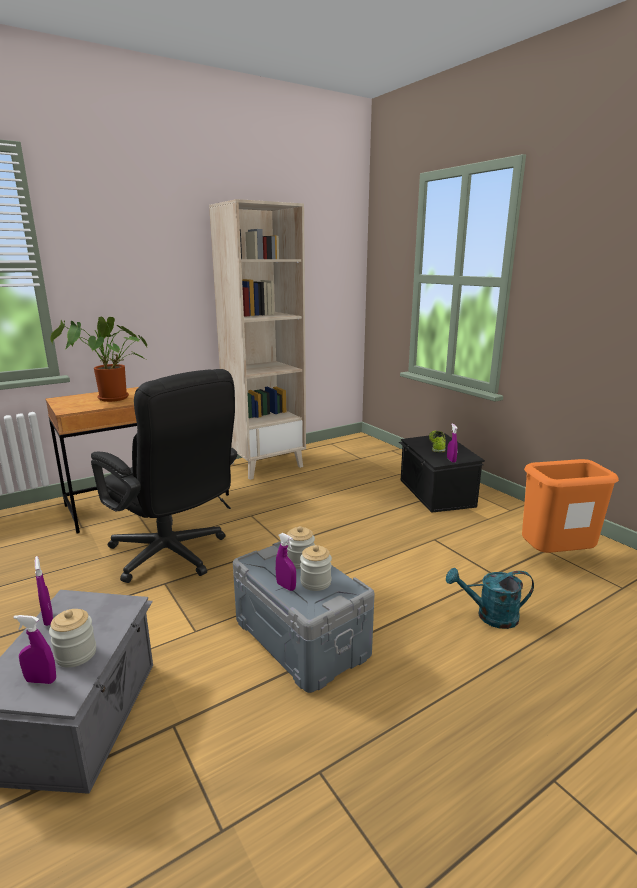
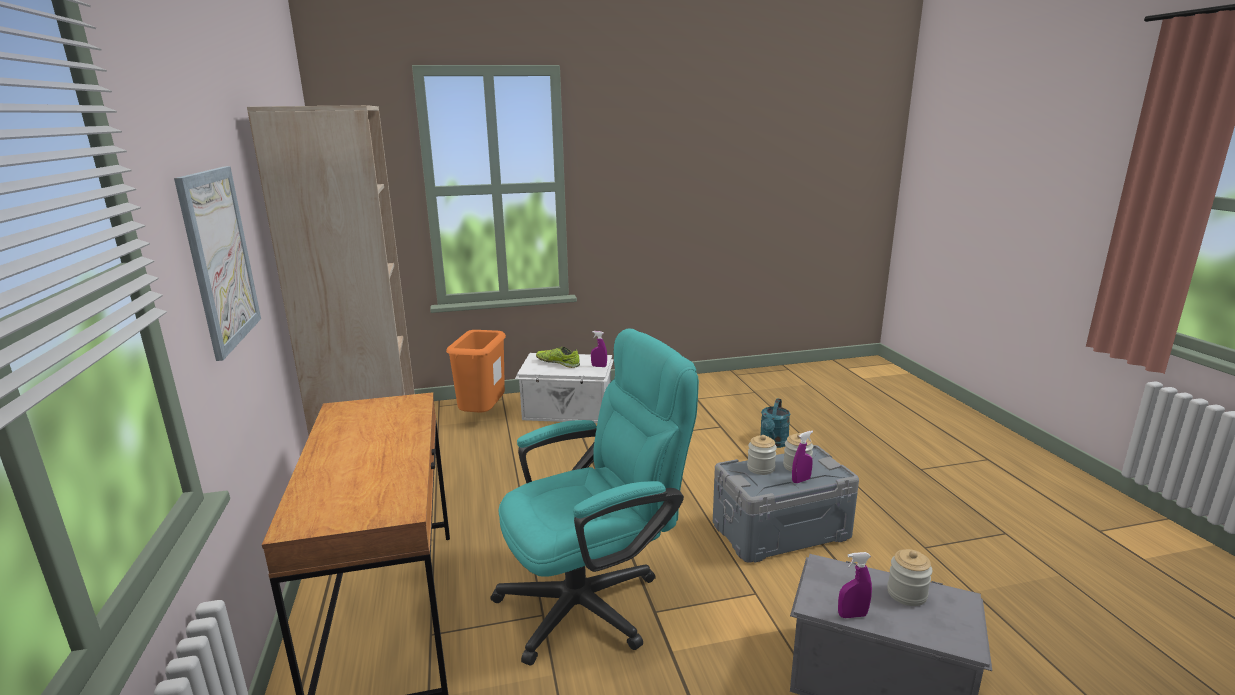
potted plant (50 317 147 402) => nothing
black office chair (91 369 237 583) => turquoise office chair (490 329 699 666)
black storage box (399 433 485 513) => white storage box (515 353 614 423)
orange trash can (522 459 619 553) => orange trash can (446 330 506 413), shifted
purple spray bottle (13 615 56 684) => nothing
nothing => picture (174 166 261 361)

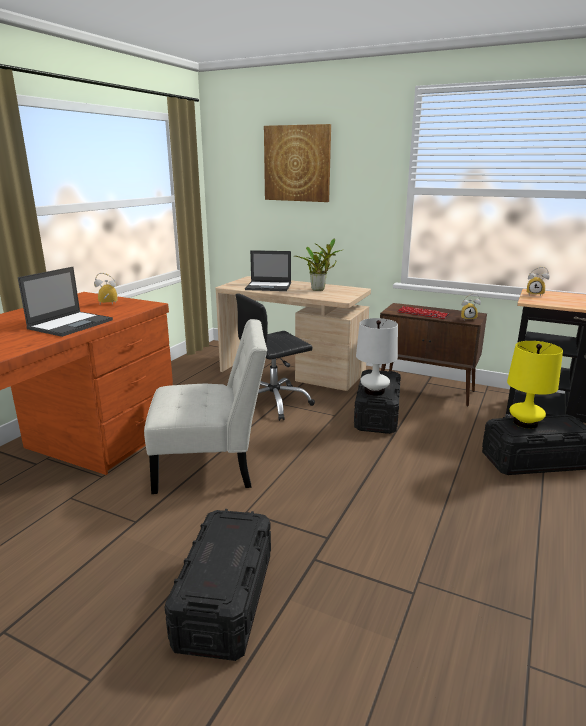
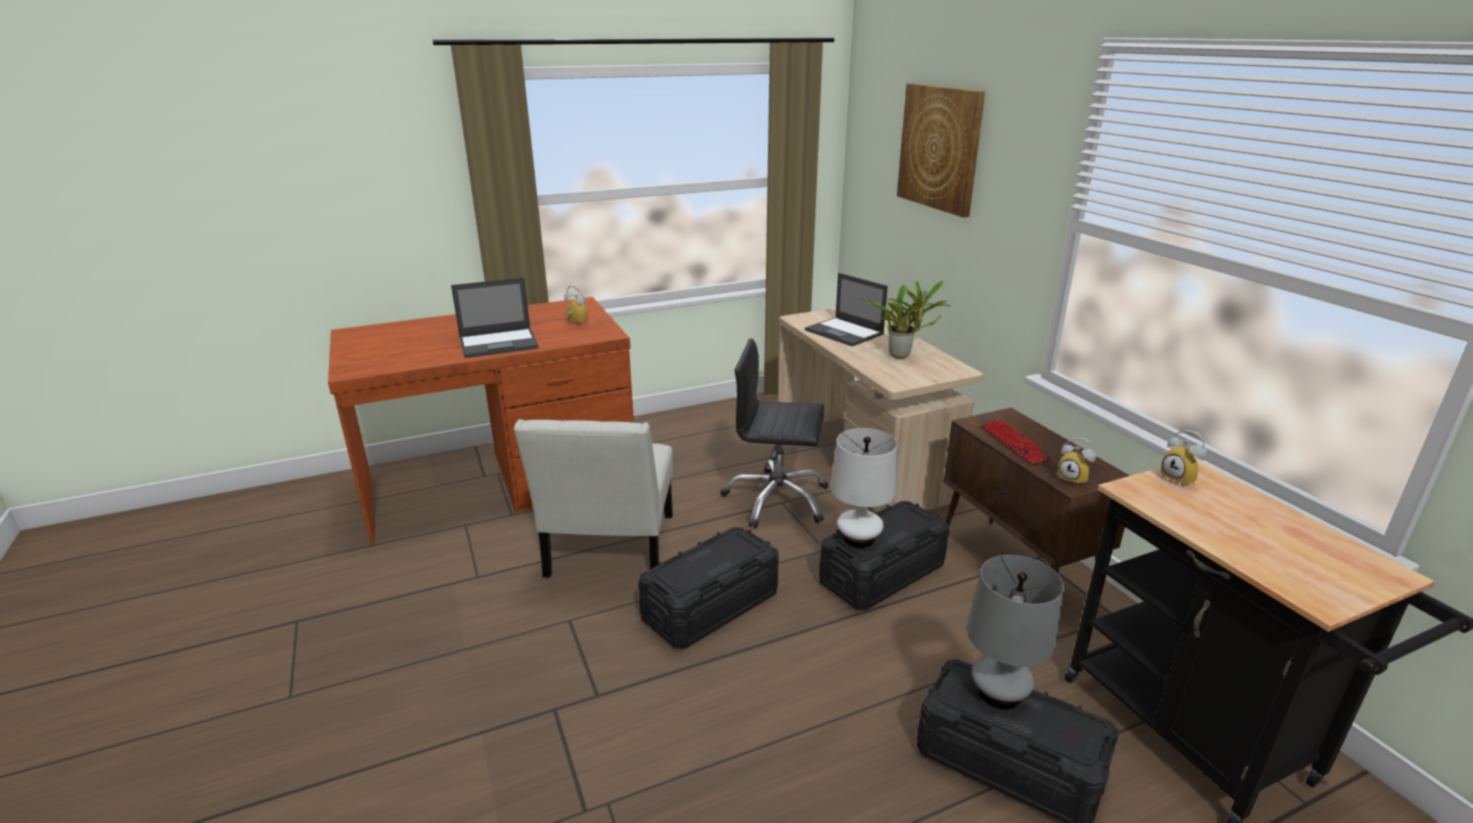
white chair (144 319 267 494) => white chair (514 419 673 578), 60 degrees clockwise
yellow table lamp (507 341 563 429) => grey table lamp (967 555 1064 710)
black storage box (165 509 271 661) => black storage box (638 527 779 649), shifted

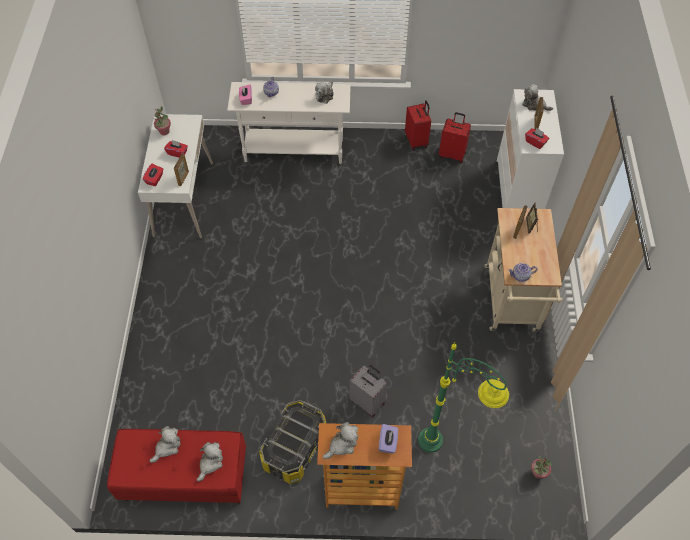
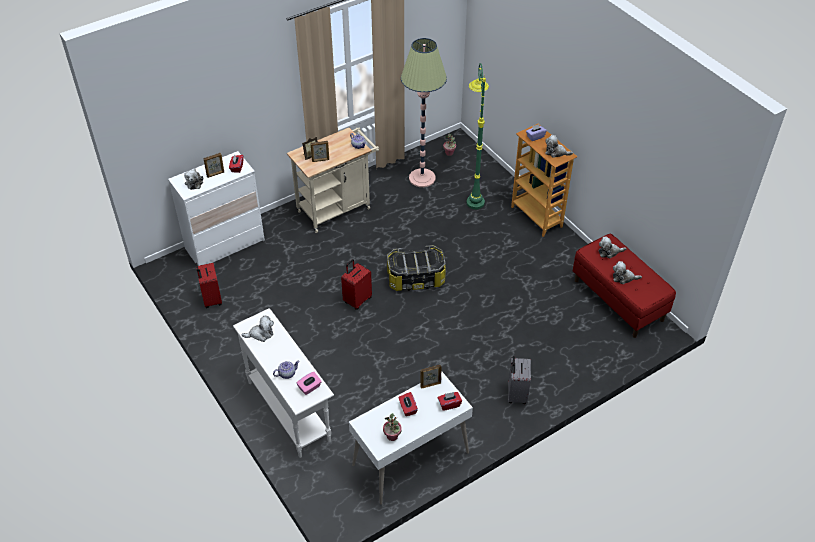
red suitcase (405 100 431 151) => red suitcase (341 259 372 310), shifted
grey suitcase (349 365 387 417) => grey suitcase (508 356 531 404), shifted
storage box (259 400 326 484) => storage box (387 245 446 291), shifted
nothing => floor lamp (401 38 447 187)

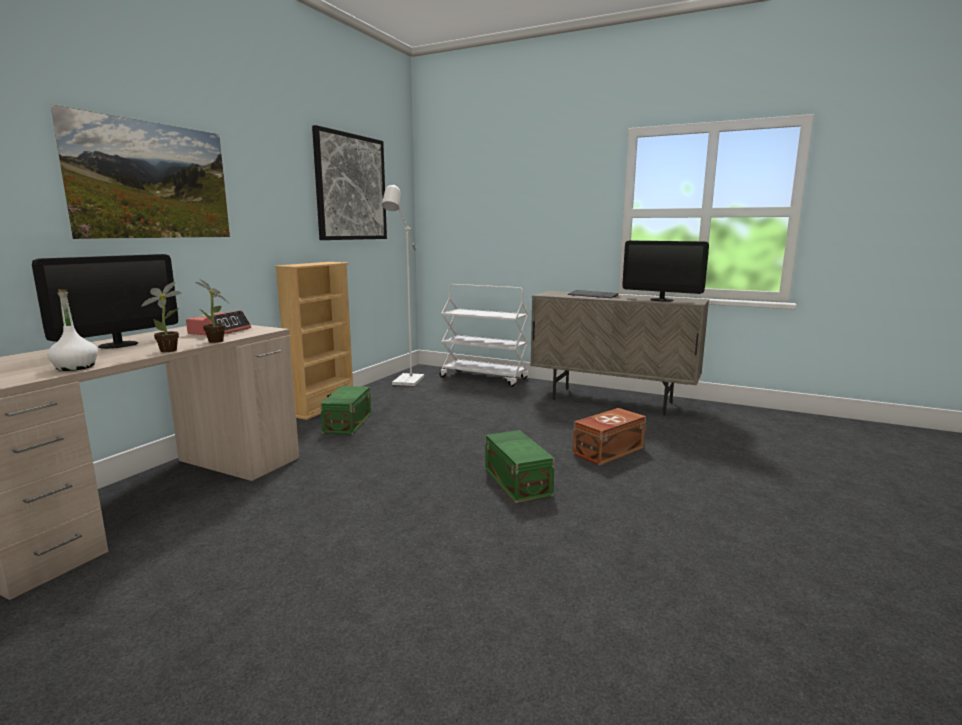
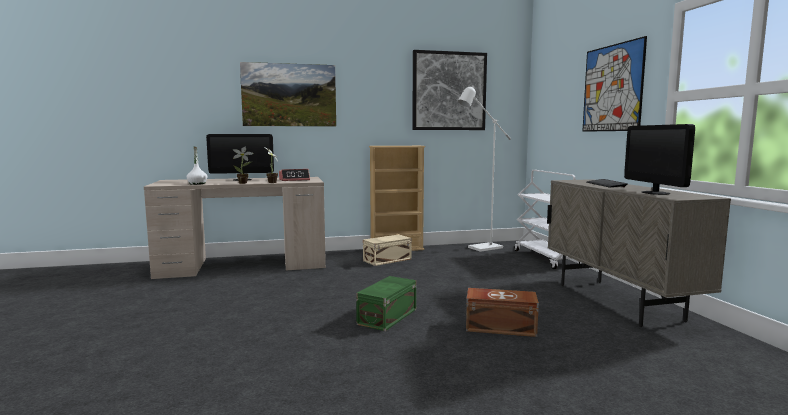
green storage box (320 386 371 435) => beige storage box (363 234 412 266)
nothing => picture (582 36 647 132)

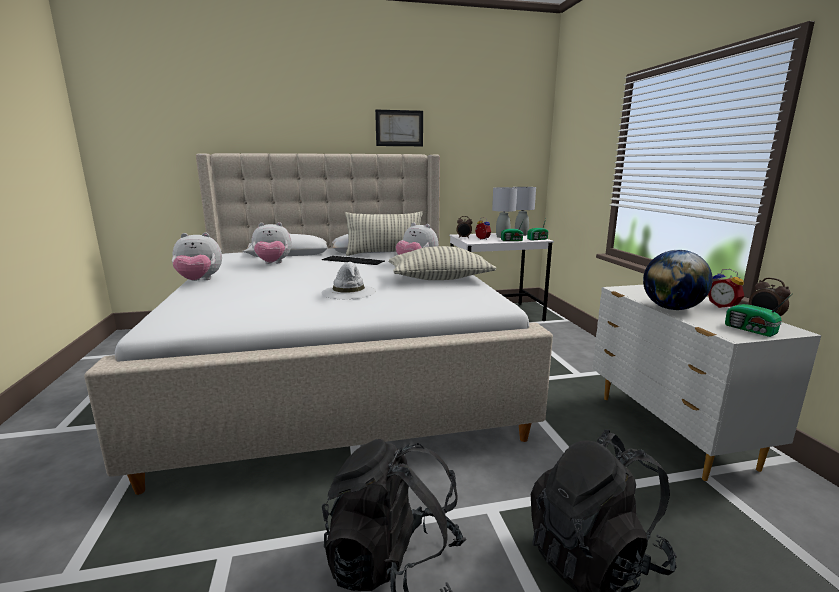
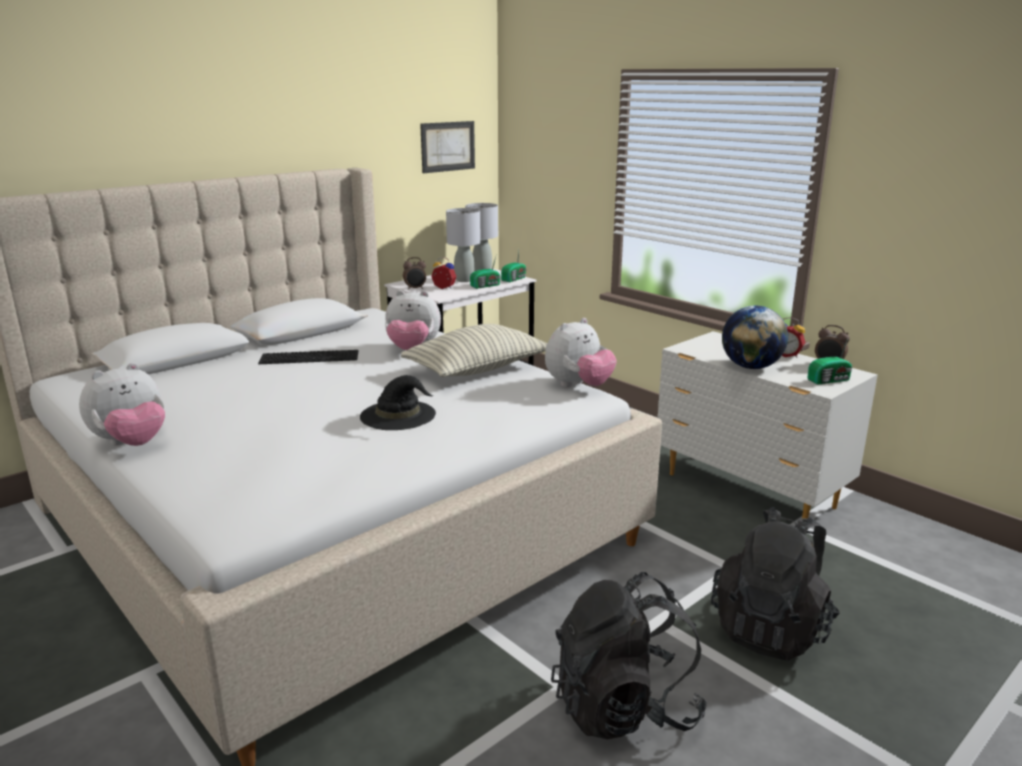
picture (375 110 423 146) => picture (420 121 475 173), shifted
pillow (345 212 422 256) => nothing
plush toy (252 222 292 264) => plush toy (545 318 617 387), shifted
white hat (321 262 376 299) => black hat (360 375 436 430)
radio (725 294 792 337) => radio (808 339 852 385), 45 degrees counterclockwise

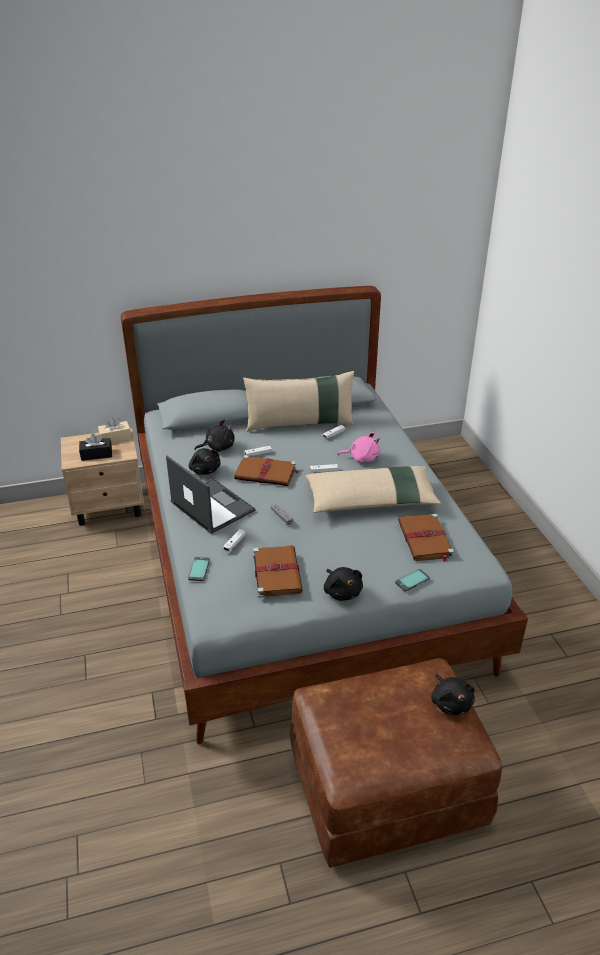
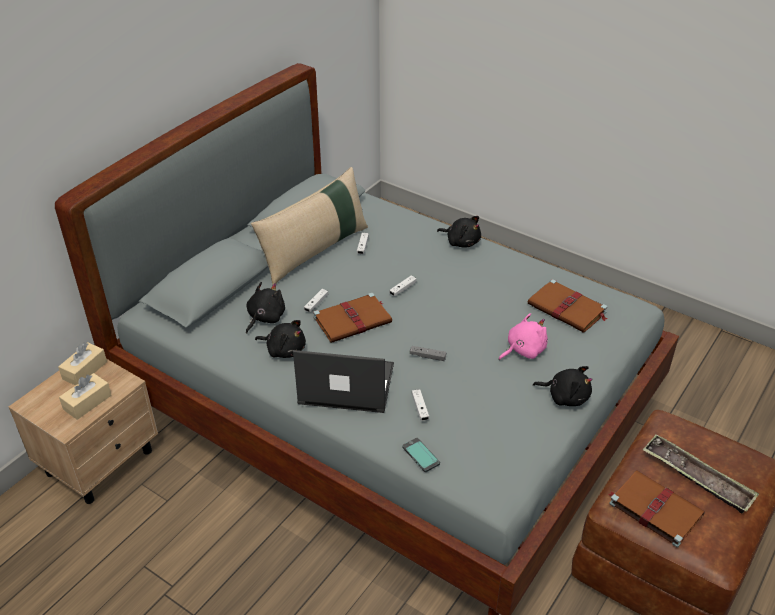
pink plush toy (338 432 380 463) => pink plush toy (499 313 548 360), shifted
black tissue box (79 434 112 461) => beige tissue box (59 373 112 420)
beige pillow (305 466 441 513) => nothing
brown book (253 546 303 598) => brown book (608 470 705 547), shifted
phone (395 569 430 592) => nothing
black plush toy (431 674 475 715) => black plush toy (437 216 481 247), shifted
nothing => tray (643 434 759 514)

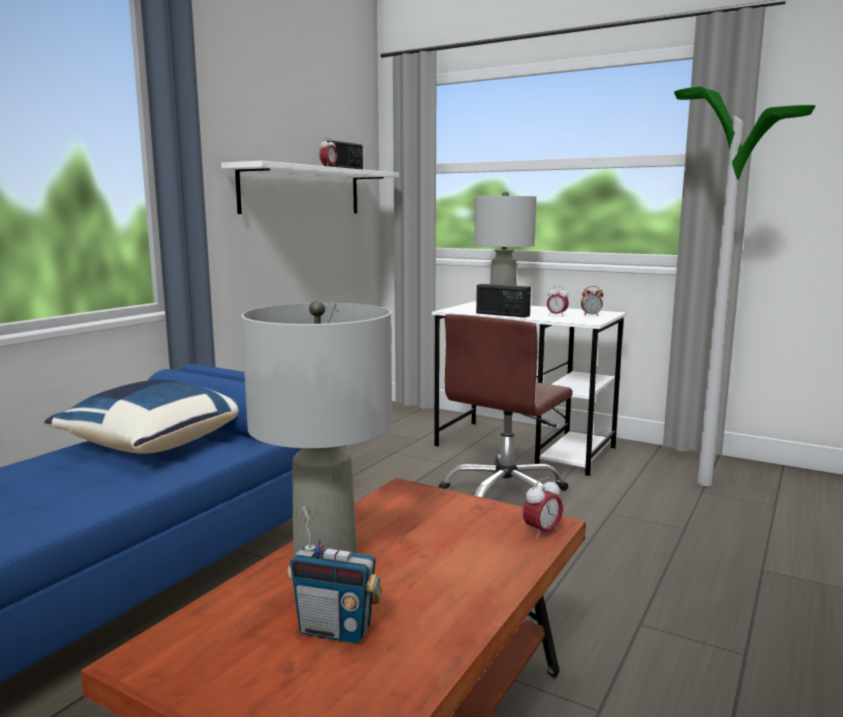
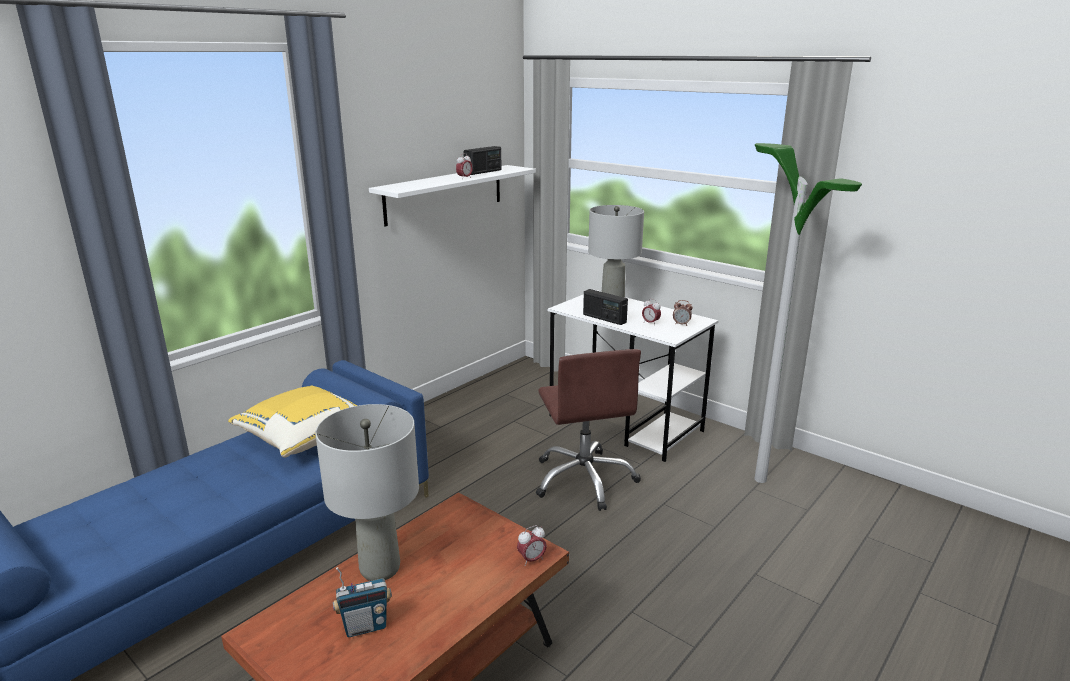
brown office chair (438 314 573 497) => brown office chair (536 349 641 511), 60 degrees counterclockwise
blue pillow (44 380 239 454) => yellow pillow (228 386 357 458)
radio (287 507 382 644) => radio (333 567 392 637), 45 degrees counterclockwise

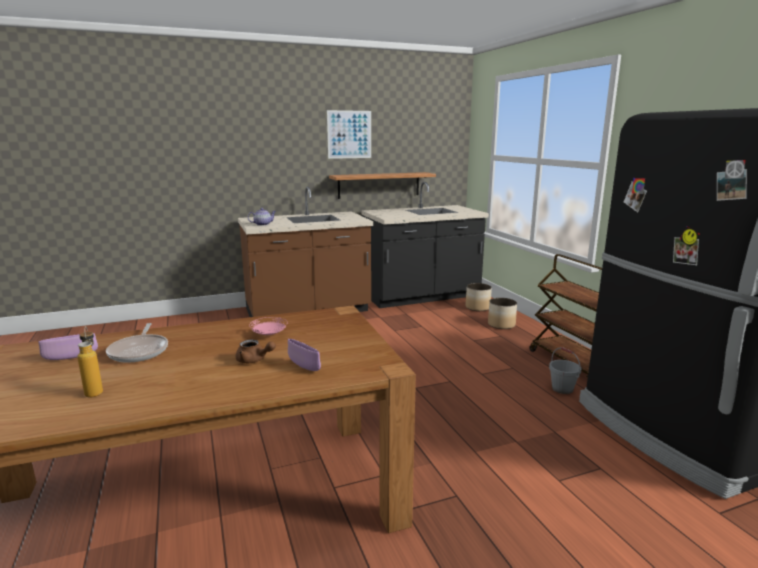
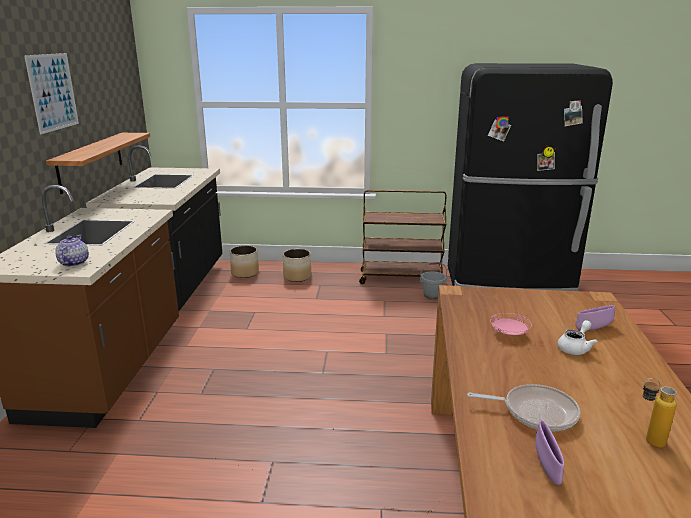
brown teapot (235 340 276 363) => white teapot (557 320 597 355)

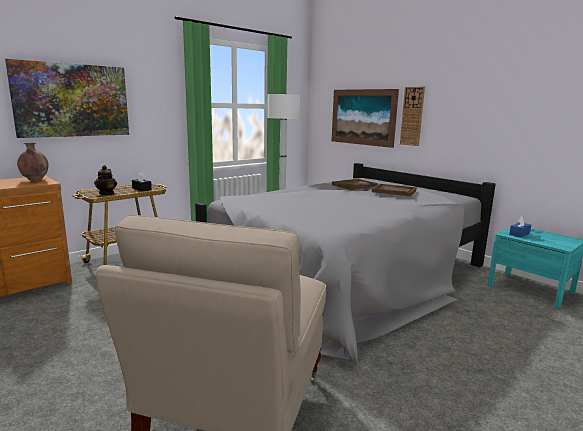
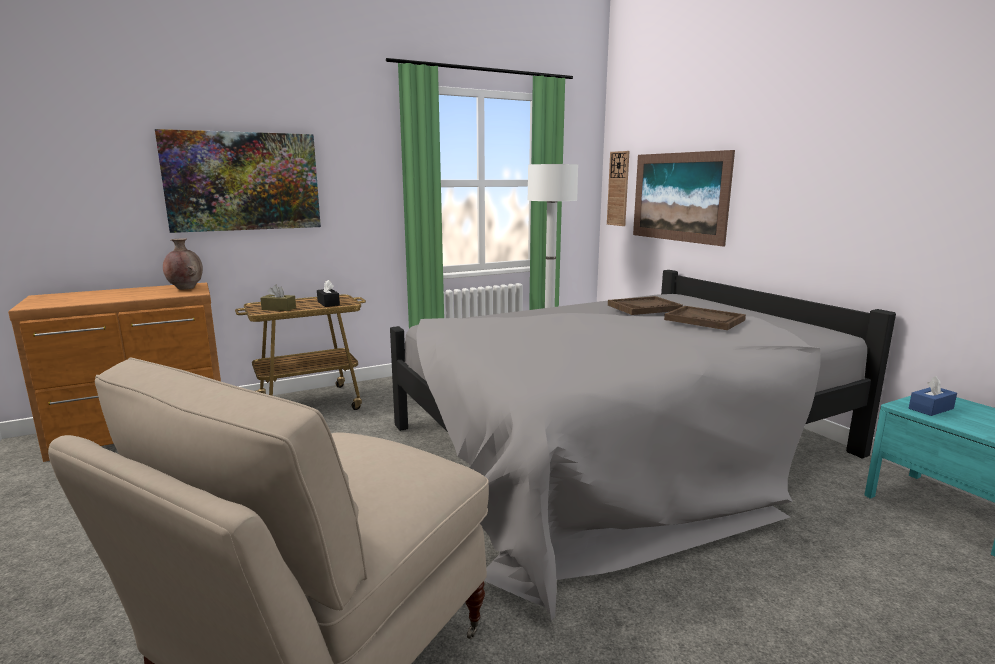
wall clock (400 87 425 146) => wall clock (607 151 630 226), shifted
teapot (94 165 117 195) => brown tissue box (260 285 296 311)

